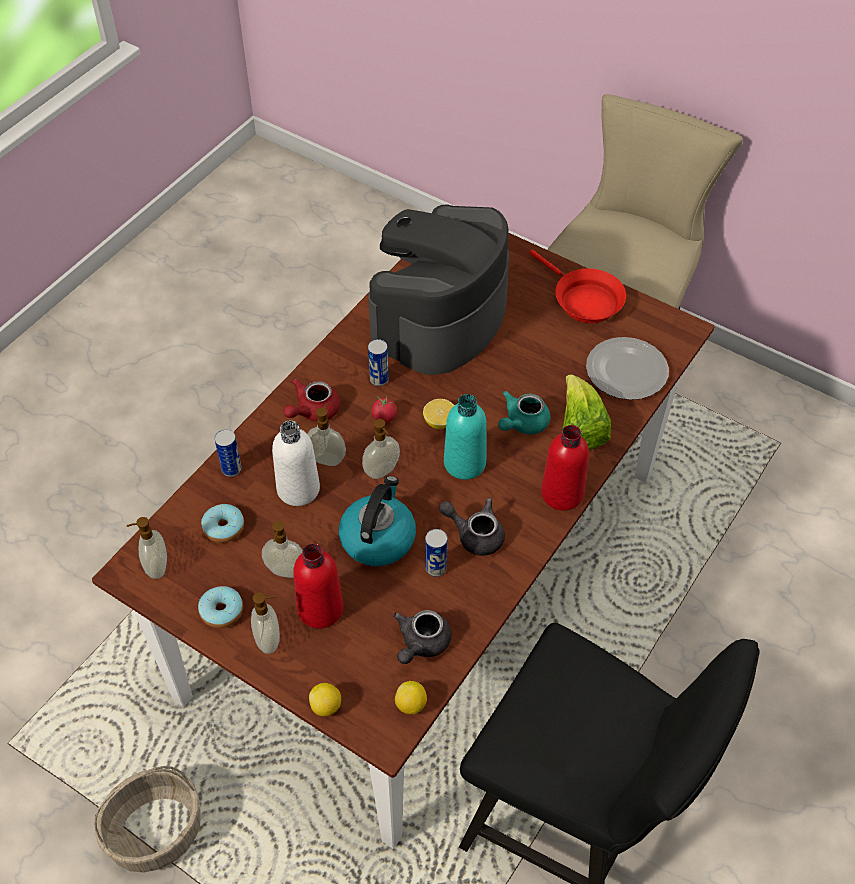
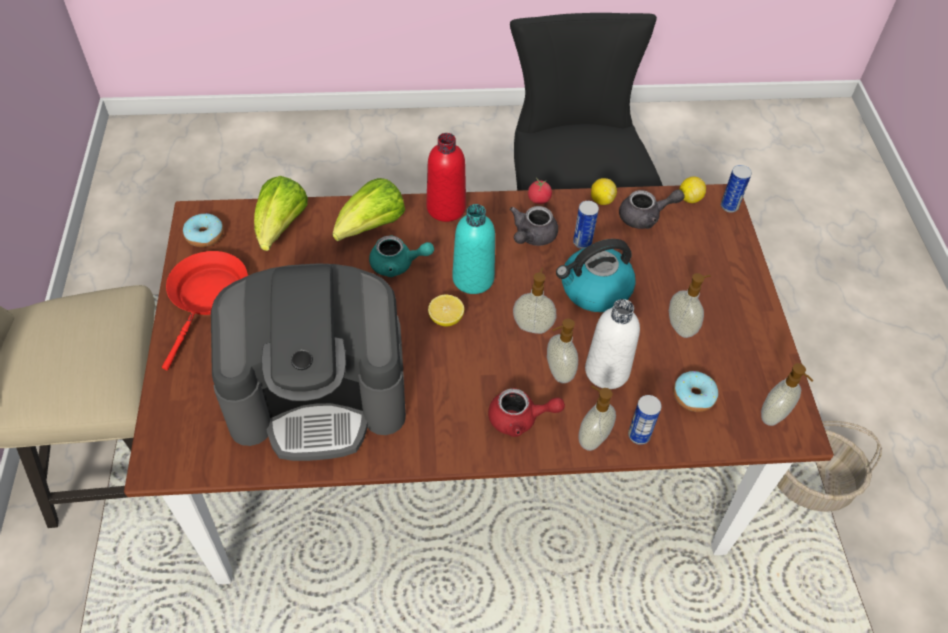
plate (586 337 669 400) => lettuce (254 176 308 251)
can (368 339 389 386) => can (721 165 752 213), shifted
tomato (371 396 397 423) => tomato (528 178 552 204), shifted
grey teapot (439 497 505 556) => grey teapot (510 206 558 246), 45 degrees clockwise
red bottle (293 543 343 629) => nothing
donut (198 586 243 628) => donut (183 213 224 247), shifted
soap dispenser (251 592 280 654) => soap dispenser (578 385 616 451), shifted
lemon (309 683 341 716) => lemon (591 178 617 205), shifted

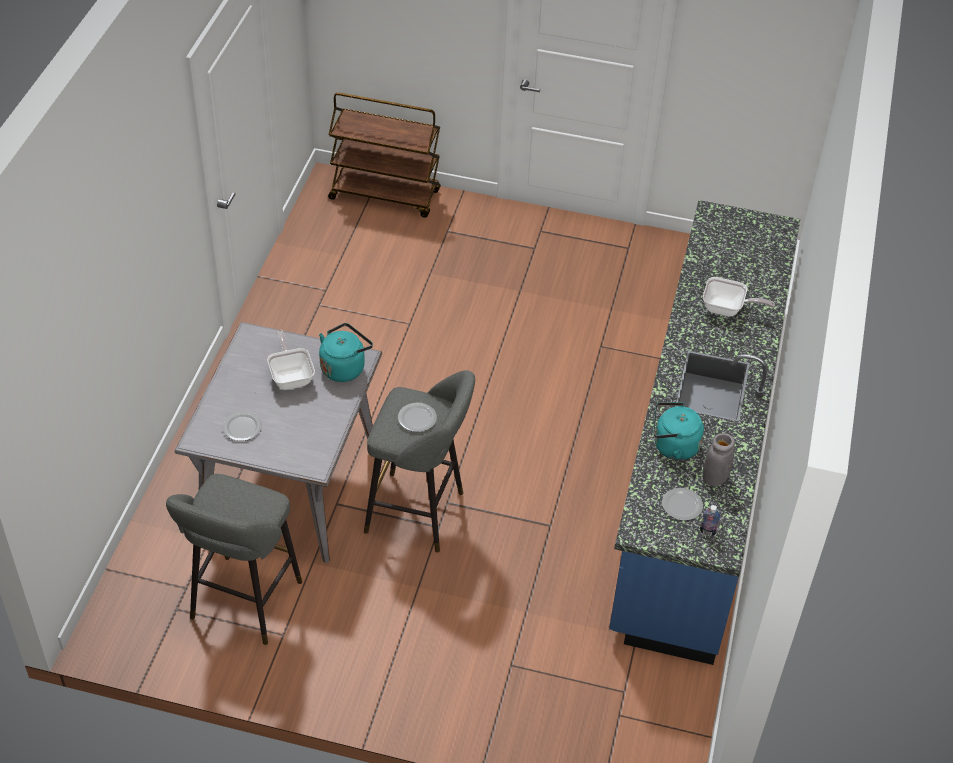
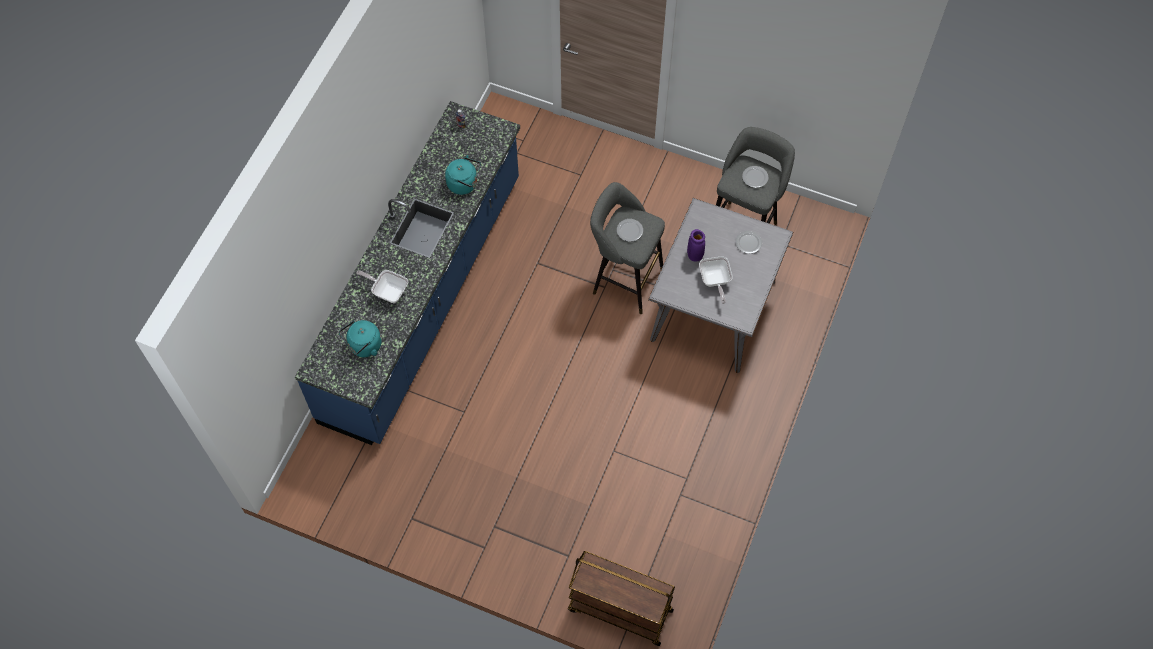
turquoise kettle (319 323 373 382) => turquoise kettle (339 320 382 357), shifted
grey vase (702 433 735 486) => nothing
plate (662 488 703 521) => plate (742 166 768 188), shifted
nothing => purple vase (687 229 705 262)

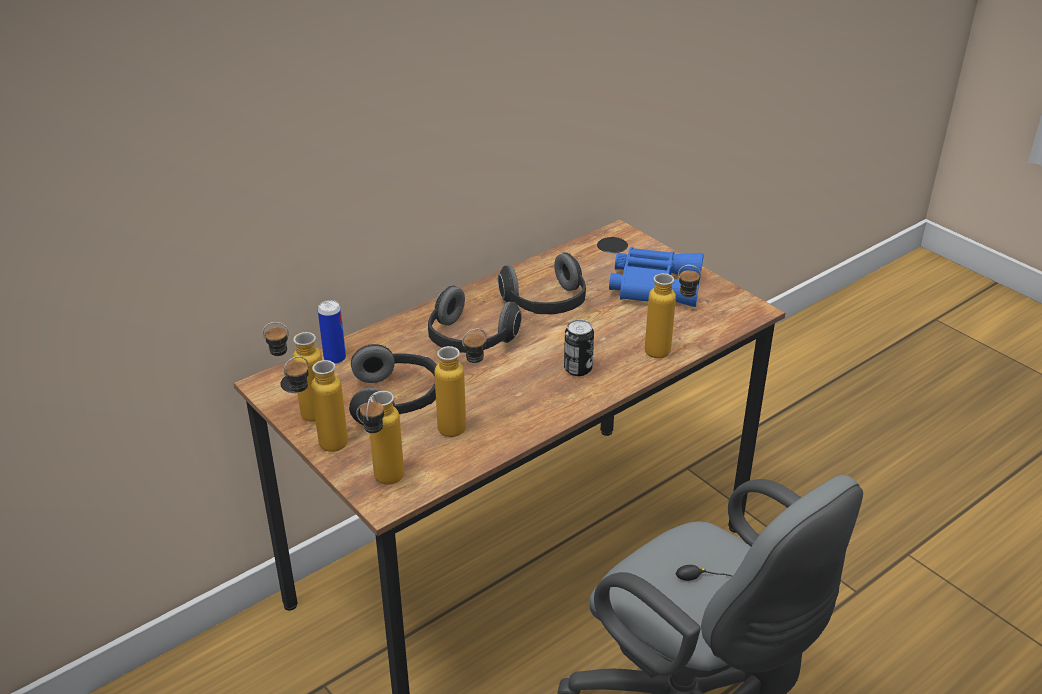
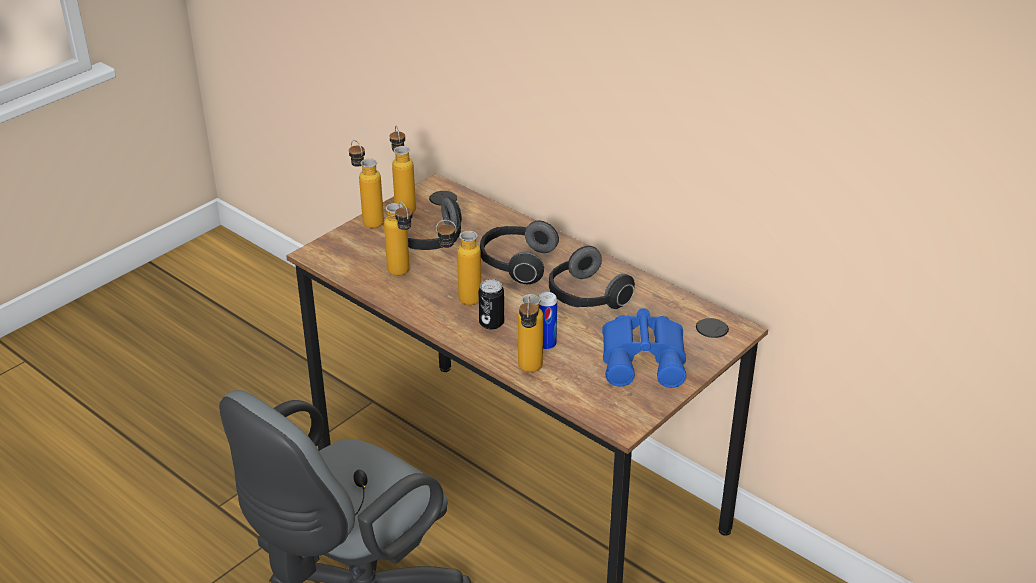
can (318 300 346 364) => can (538 292 557 350), shifted
bottle (360 391 404 485) => bottle (436 220 481 305), shifted

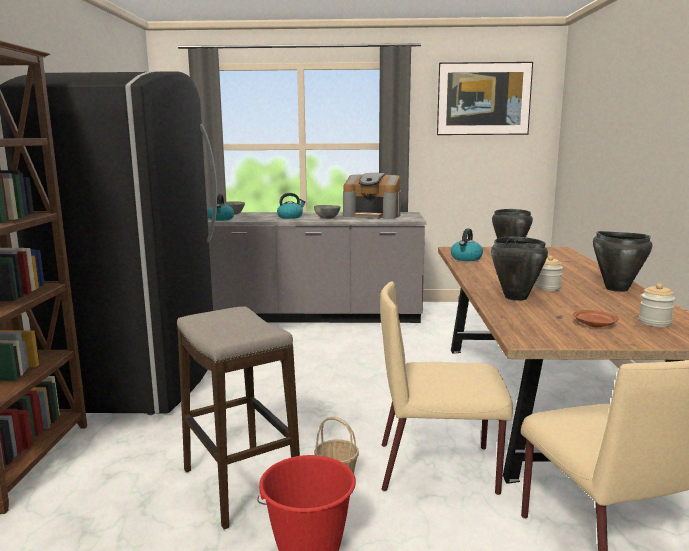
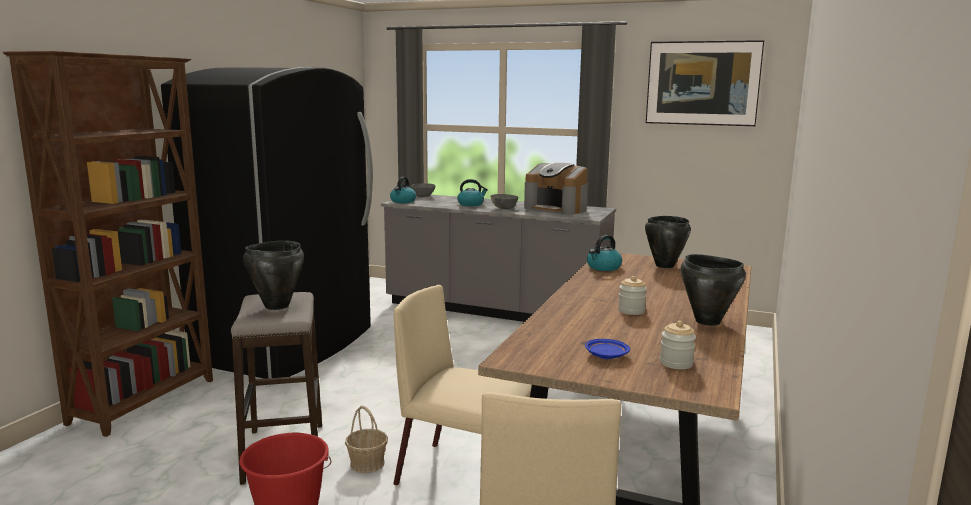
black cooking pot (491 236 548 301) => black cooking pot (243 241 304 310), shifted
brown plate (573 310 618 328) => blue plate (585 339 630 359)

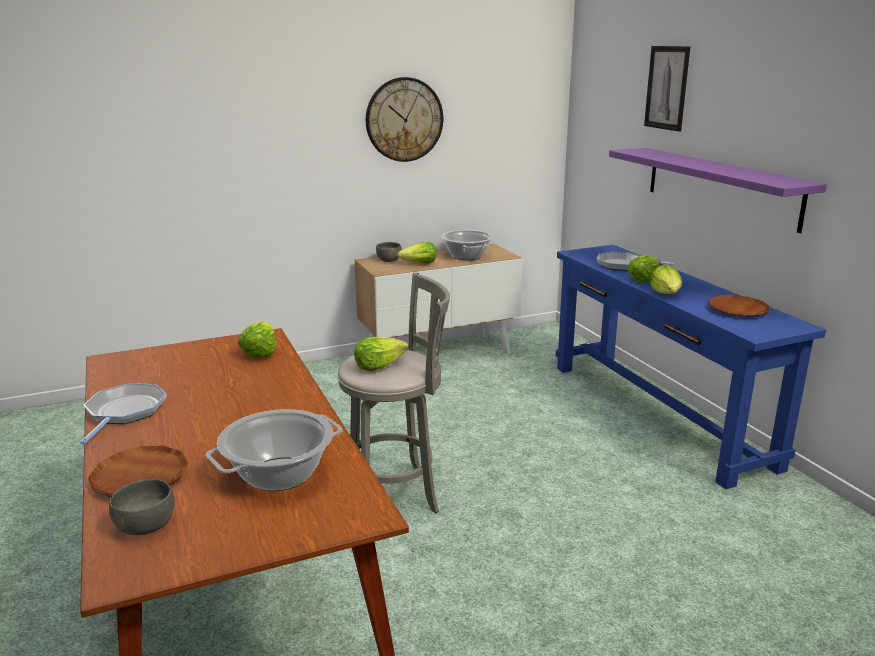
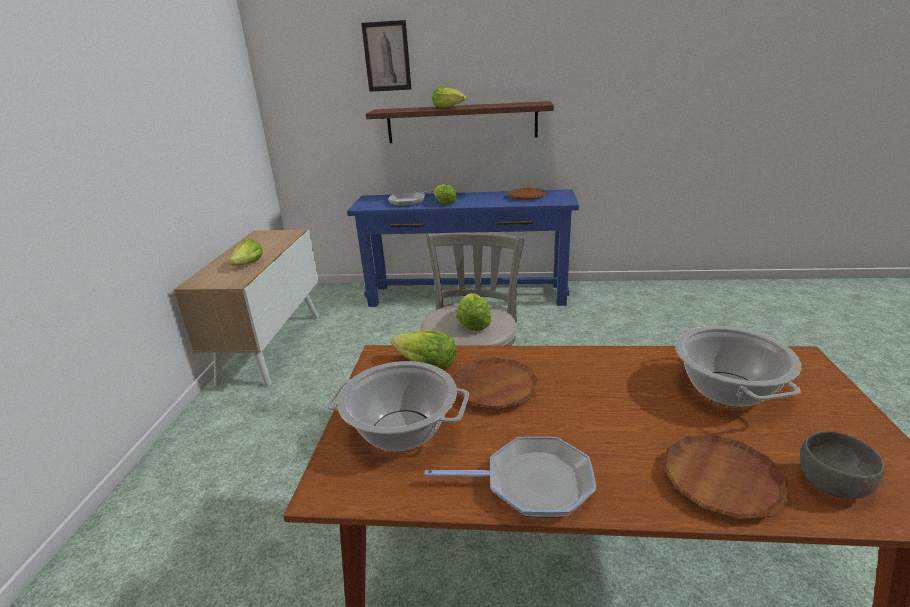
wall clock (366 77 443 162) => nothing
purple shelf (609 148 827 233) => brown shelf (366 101 554 143)
cooking pot (441 230 494 260) => cooking pot (327 361 469 452), shifted
grey bowl (376 242 402 262) => nothing
lettuce (650 265 682 294) => lettuce (432 87 466 108), shifted
frying pan (80 383 167 445) => frying pan (425 437 596 518), 150 degrees clockwise
nothing => brown plate (454 358 539 410)

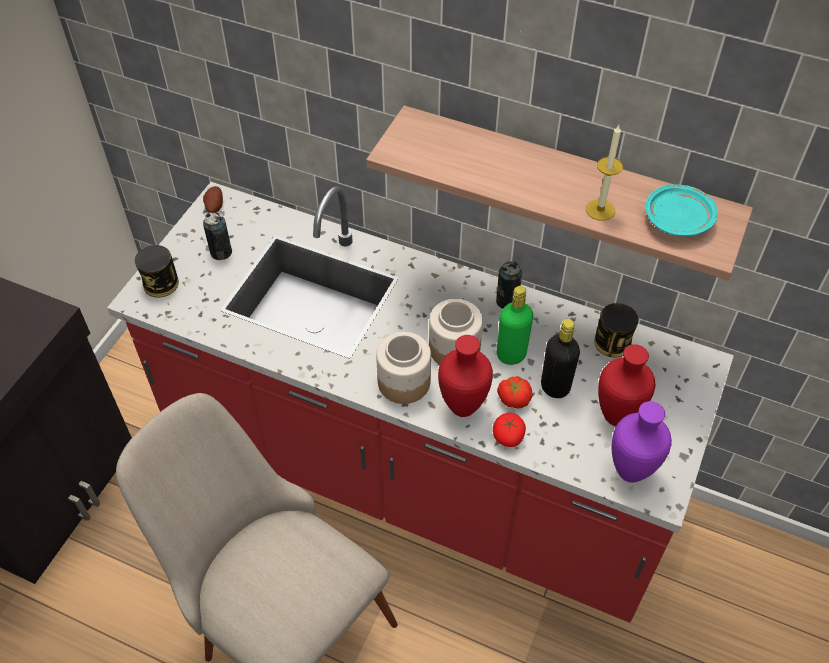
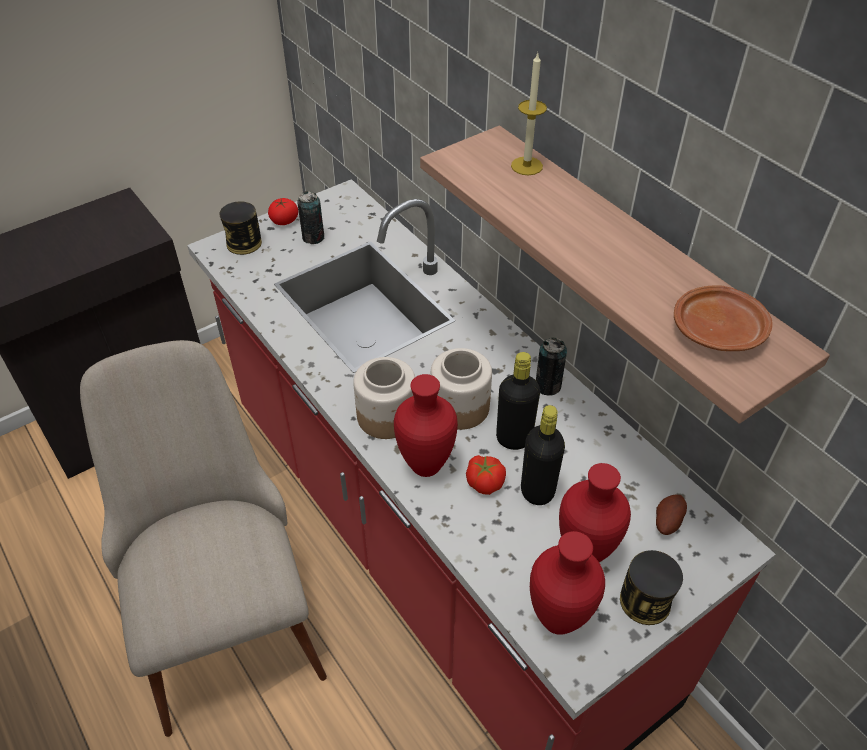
candle (586 125 623 221) => candle (511 53 547 175), shifted
turquoise plate (645 184 718 236) => brown plate (674 285 773 351)
potato (203 186 223 213) => potato (656 494 687 535), shifted
green bottle (497 286 533 365) => black bottle (496 352 540 450)
can (594 303 639 358) => can (620 550 683 625), shifted
purple vase (612 401 672 483) => red vase (530 531 605 635)
tomato (493 413 526 447) => tomato (268 198 298 225), shifted

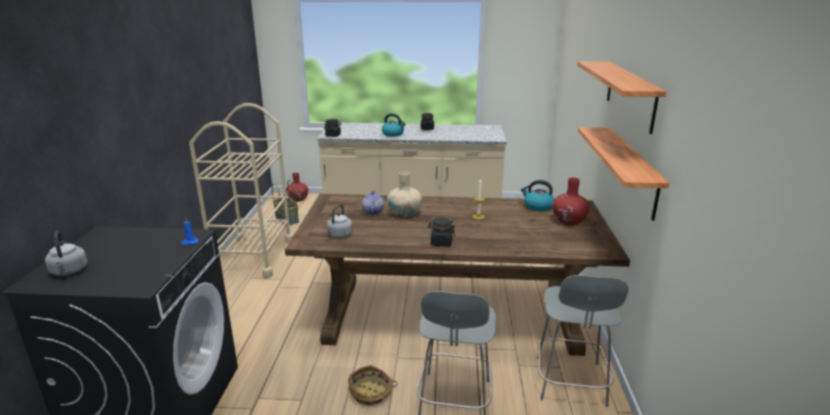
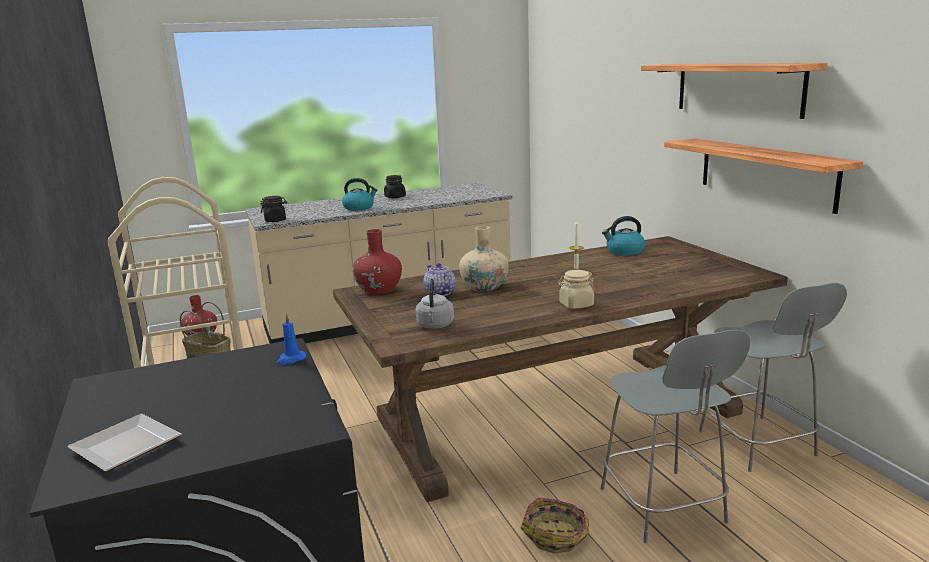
red vase (552 178 590 225) => red vase (352 229 402 294), shifted
black jar (428 218 455 247) => beige jar (558 270 595 309)
grey kettle (45 231 88 276) => plate (67 414 182 472)

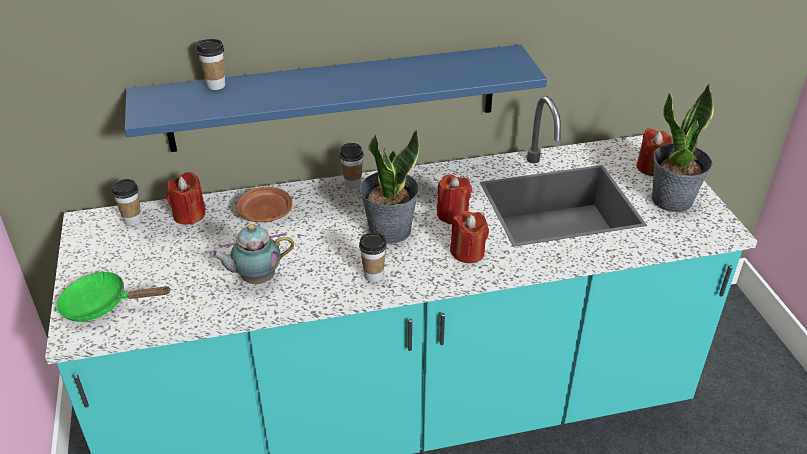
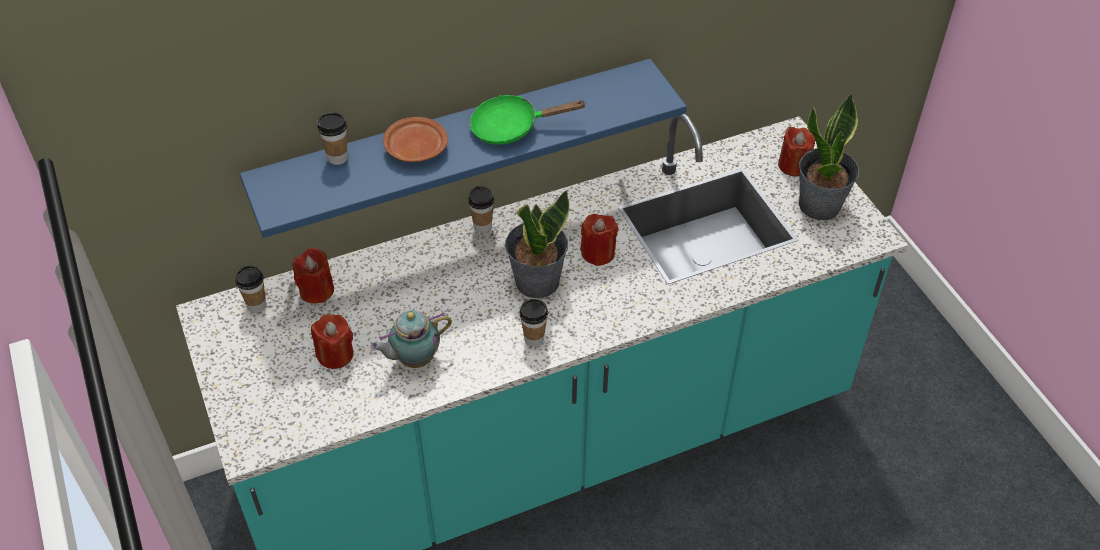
brown plate (236 187 292 222) => brown plate (383 117 448 162), shifted
red candle (450 211 489 263) => red candle (311 314 354 369), shifted
green frying pan (56 271 171 322) => green frying pan (470 95 586 145), shifted

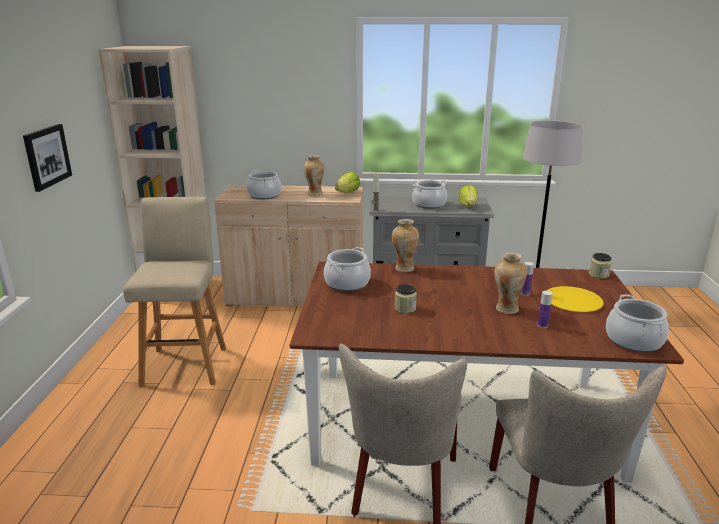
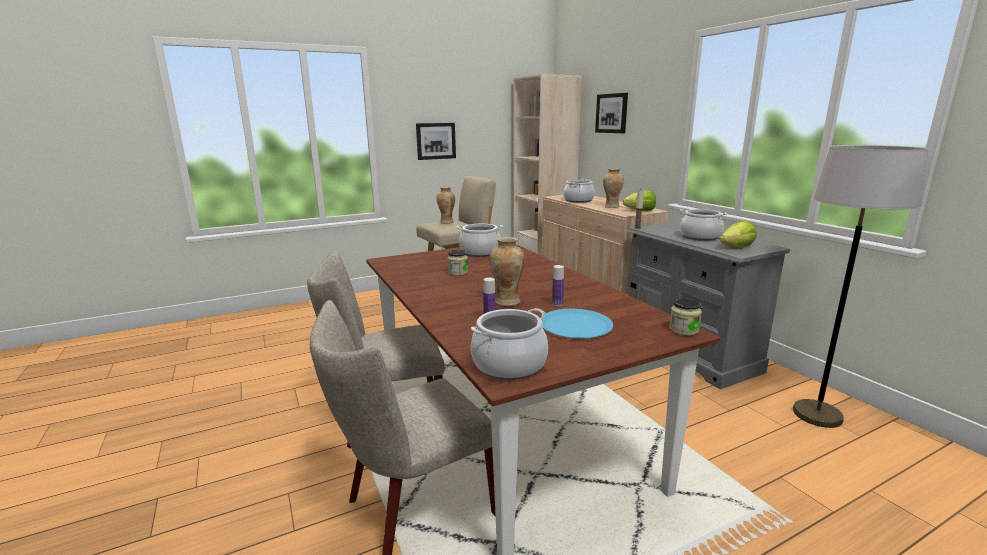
vase (392 219 419 272) => vase (436 187 455 224), shifted
yellow plate (547 286 604 312) => blue plate (542 309 613 339)
nothing => picture (595 93 628 133)

